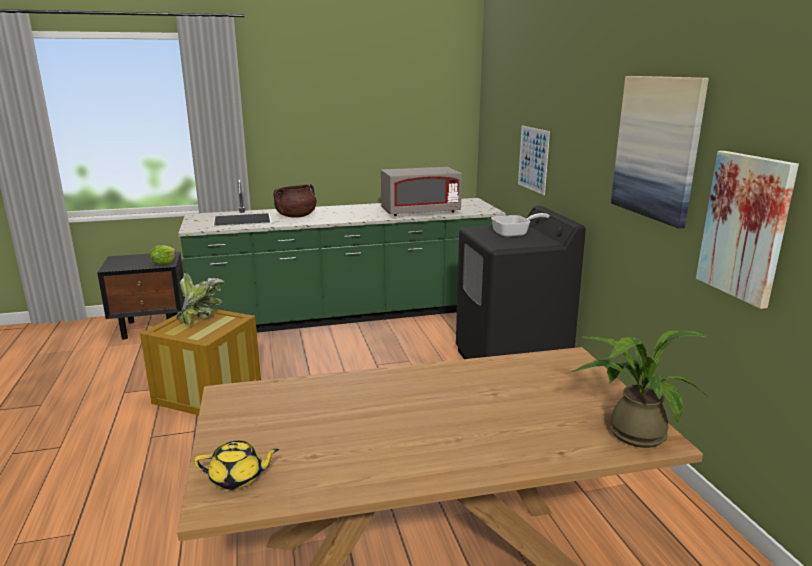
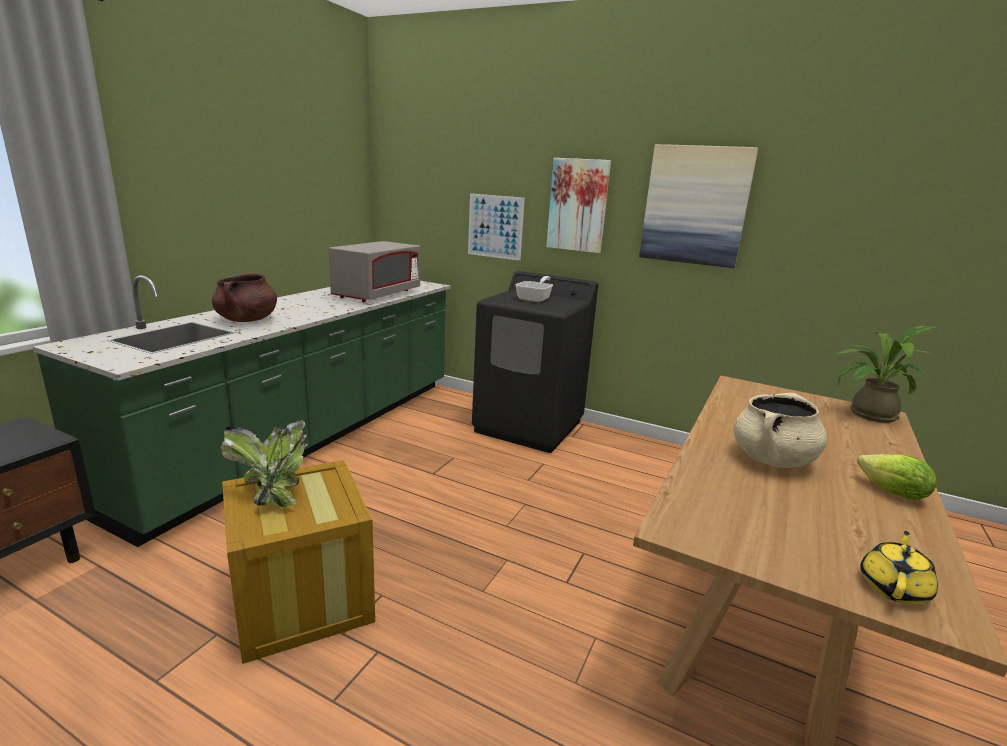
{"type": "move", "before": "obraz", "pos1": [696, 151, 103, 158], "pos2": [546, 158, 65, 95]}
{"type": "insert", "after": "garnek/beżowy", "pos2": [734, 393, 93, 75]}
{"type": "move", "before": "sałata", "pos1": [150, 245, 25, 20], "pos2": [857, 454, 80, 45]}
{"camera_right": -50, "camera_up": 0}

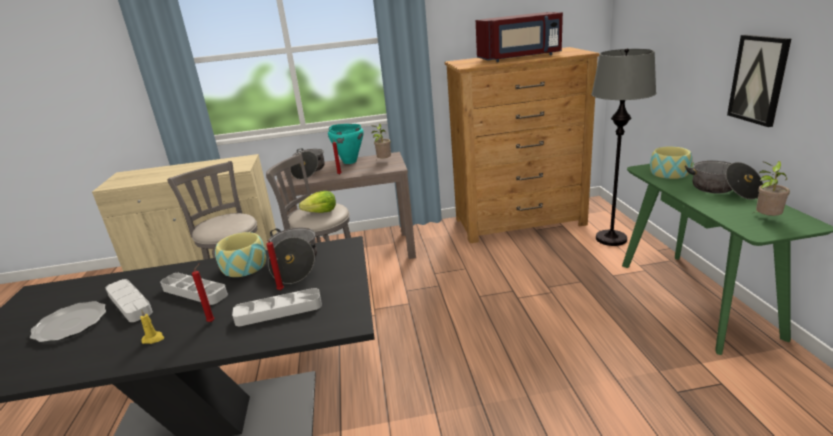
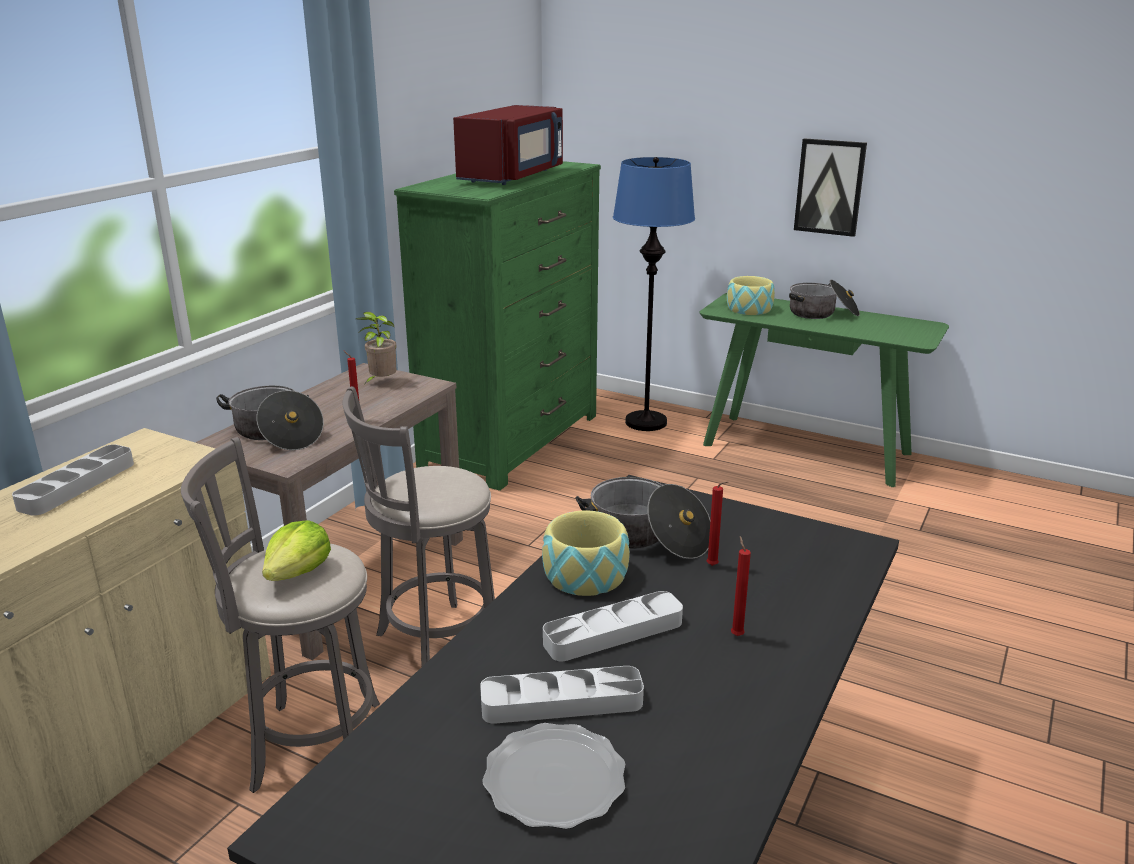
{"type": "move", "before": "taca/szary", "pos1": [232, 288, 90, 38], "pos2": [12, 444, 122, 72]}
{"type": "move", "before": "sałata", "pos1": [299, 191, 37, 22], "pos2": [262, 520, 69, 61]}
{"type": "recolor", "before": "komoda/brązowy", "after": "komoda/zielony", "pos1": [445, 47, 154, 196], "pos2": [394, 161, 207, 330]}
{"type": "recolor", "before": "lampa stojąca/szary", "after": "lampa stojąca/niebieski", "pos1": [591, 48, 65, 198], "pos2": [613, 157, 82, 274]}
{"type": "delete", "before": "świeca/żółty", "pos1": [140, 310, 24, 34]}
{"type": "delete", "before": "garnek/turkusowy", "pos1": [328, 124, 35, 40]}
{"type": "delete", "before": "roślina doniczkowa", "pos1": [754, 161, 36, 55]}
{"camera_right": -55, "camera_up": 0}

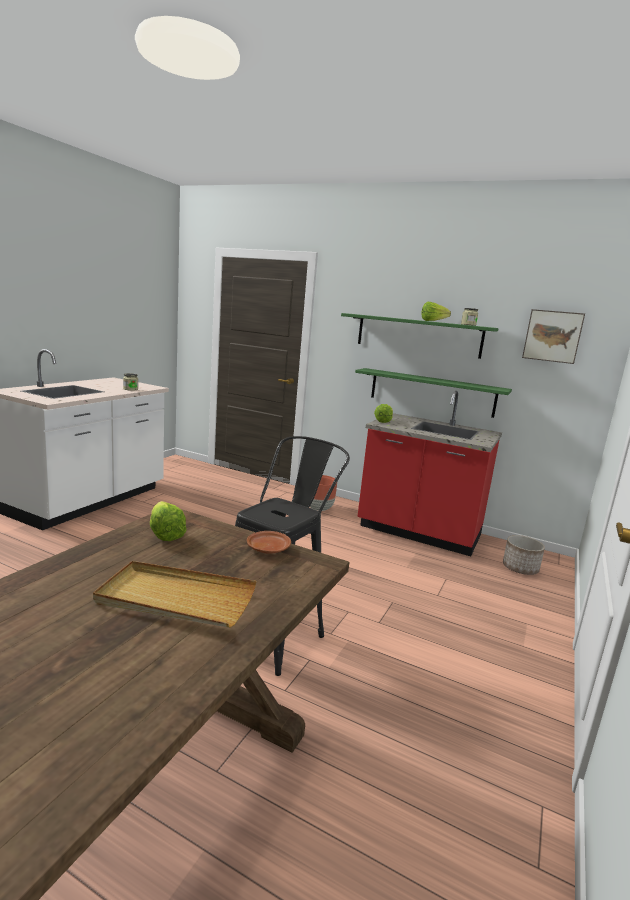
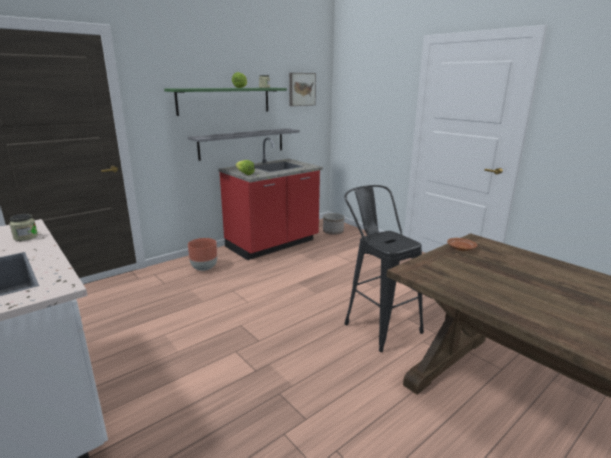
{"type": "recolor", "before": "półka/zielony", "after": "półka/szary", "pos1": [355, 368, 157, 50], "pos2": [188, 128, 112, 33]}
{"type": "delete", "before": "taca/beżowy", "pos1": [93, 561, 163, 67]}
{"type": "delete", "before": "sałata", "pos1": [150, 501, 37, 40]}
{"camera_right": -65, "camera_up": 5}

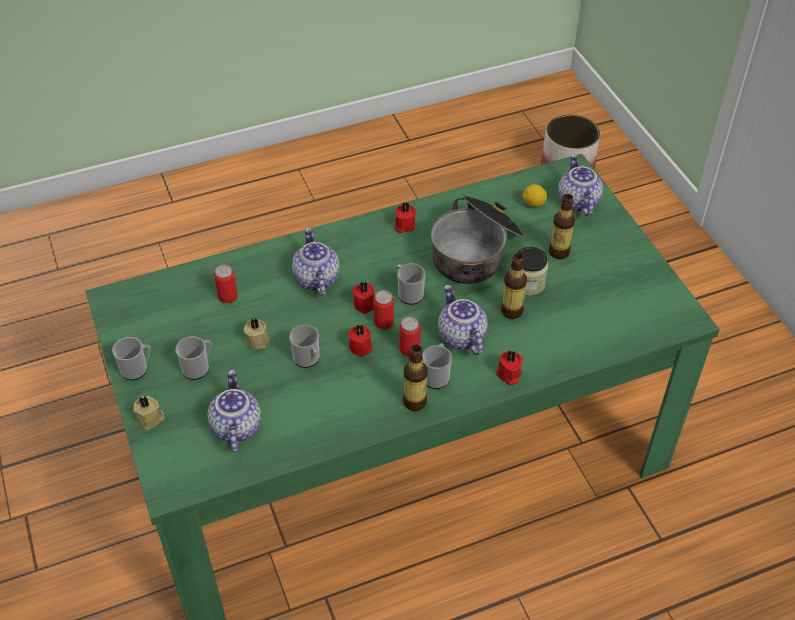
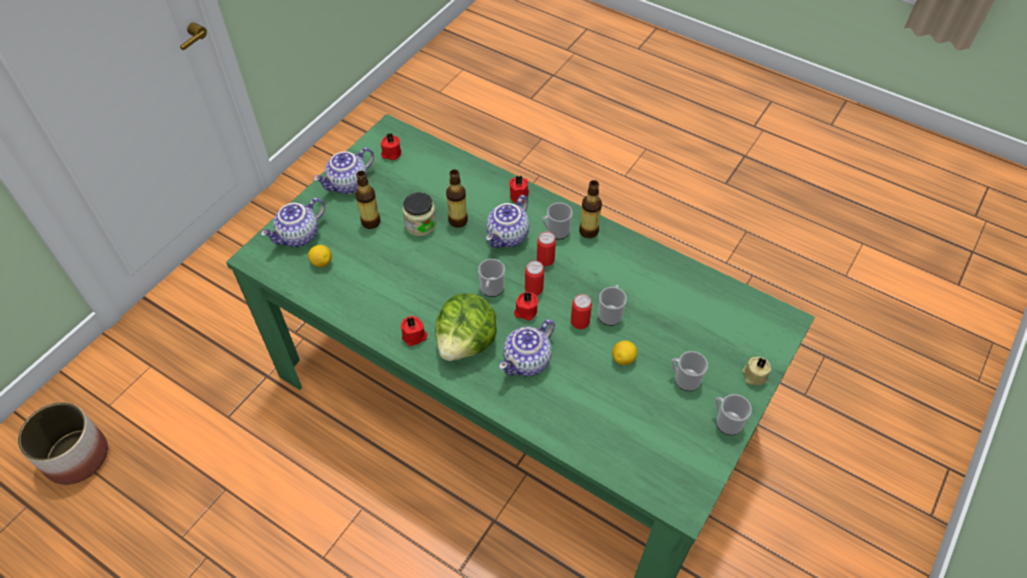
{"type": "move", "before": "imbryk", "pos1": [207, 370, 54, 83], "pos2": [314, 147, 60, 47]}
{"type": "move", "before": "świeca/czerwony", "pos1": [348, 324, 25, 33], "pos2": [381, 133, 20, 27]}
{"type": "insert", "after": "sałata", "pos2": [436, 293, 61, 68]}
{"type": "move", "before": "puszka", "pos1": [214, 265, 24, 38], "pos2": [571, 294, 21, 35]}
{"type": "replace", "before": "świeca/beżowy", "after": "cytryna", "pos1": [244, 318, 26, 31], "pos2": [612, 340, 25, 25]}
{"type": "delete", "before": "garnek", "pos1": [431, 196, 92, 88]}
{"camera_right": -125, "camera_up": 5}

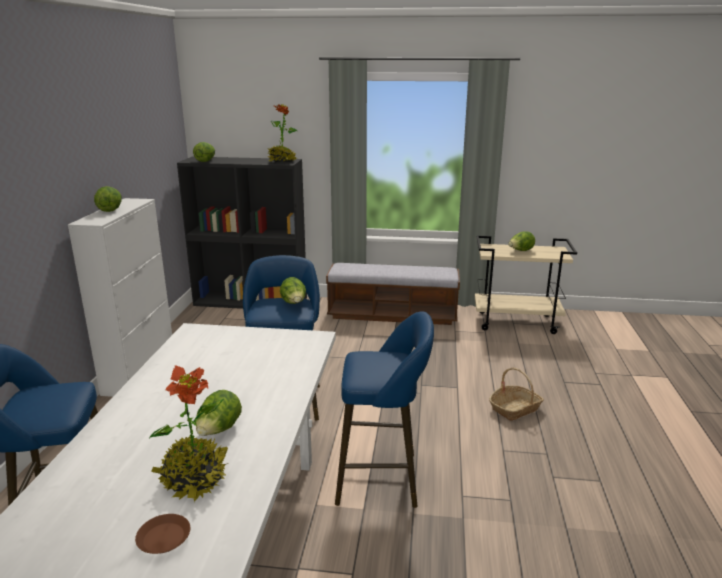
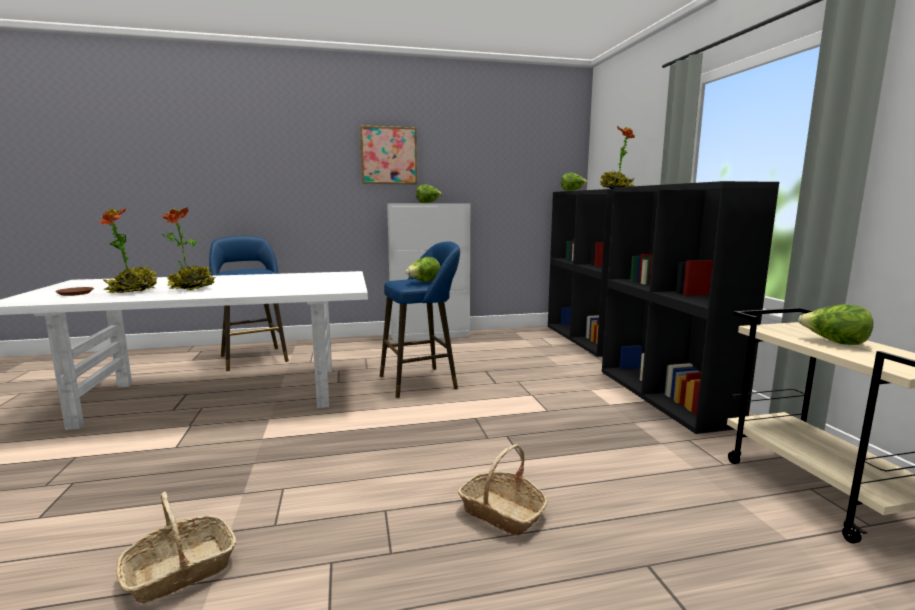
{"type": "insert", "after": "koszyk", "pos2": [116, 492, 120, 112]}
{"type": "replace", "before": "sałata", "after": "roślina doniczkowa", "pos1": [196, 390, 46, 46], "pos2": [162, 207, 54, 83]}
{"type": "insert", "after": "obraz", "pos2": [360, 125, 57, 59]}
{"type": "replace", "before": "ławka", "after": "regał/czarny", "pos1": [326, 263, 134, 62], "pos2": [602, 181, 177, 253]}
{"type": "delete", "before": "stołek/niebieski", "pos1": [335, 311, 99, 197]}
{"camera_right": 70, "camera_up": -10}

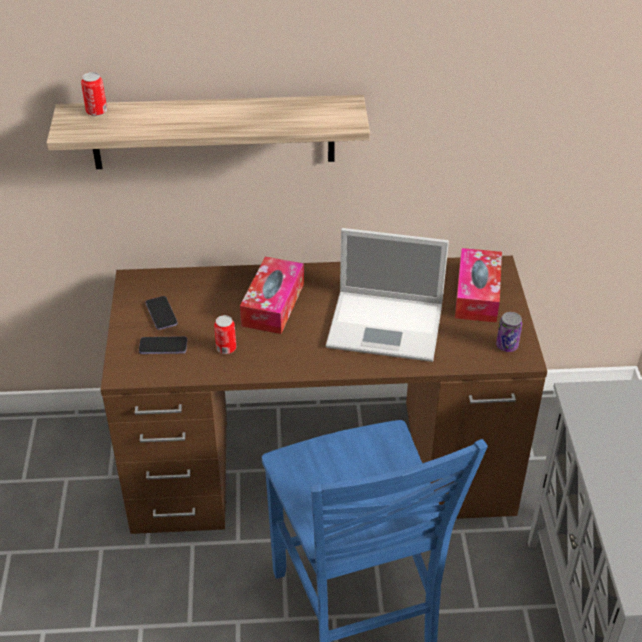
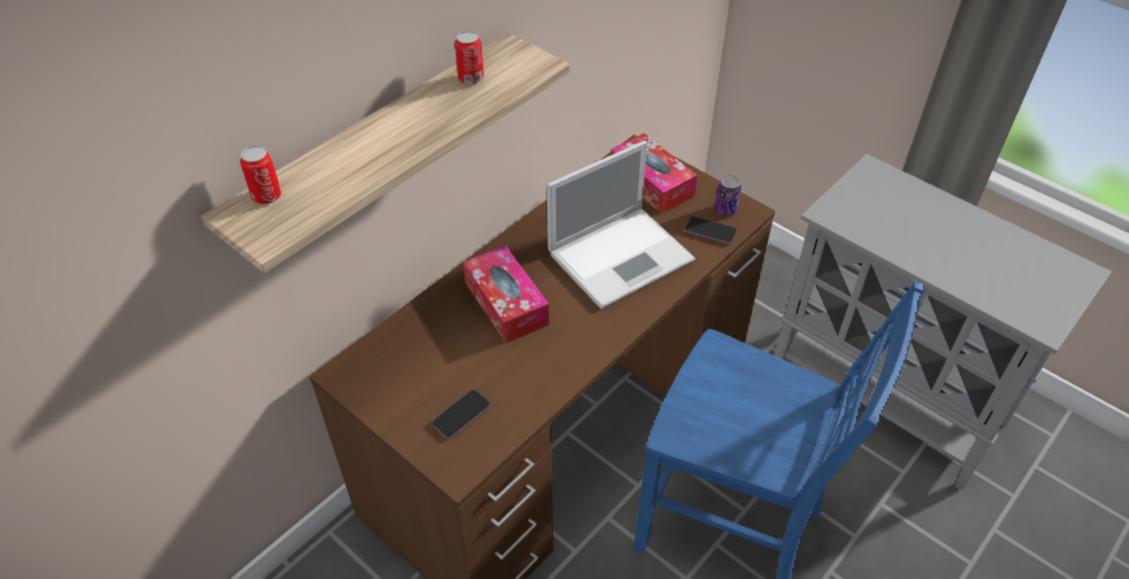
{"type": "move", "before": "puszka", "pos1": [214, 315, 22, 39], "pos2": [455, 31, 29, 54]}
{"type": "move", "before": "telefon", "pos1": [145, 296, 33, 34], "pos2": [685, 216, 52, 28]}
{"camera_right": -45, "camera_up": 5}

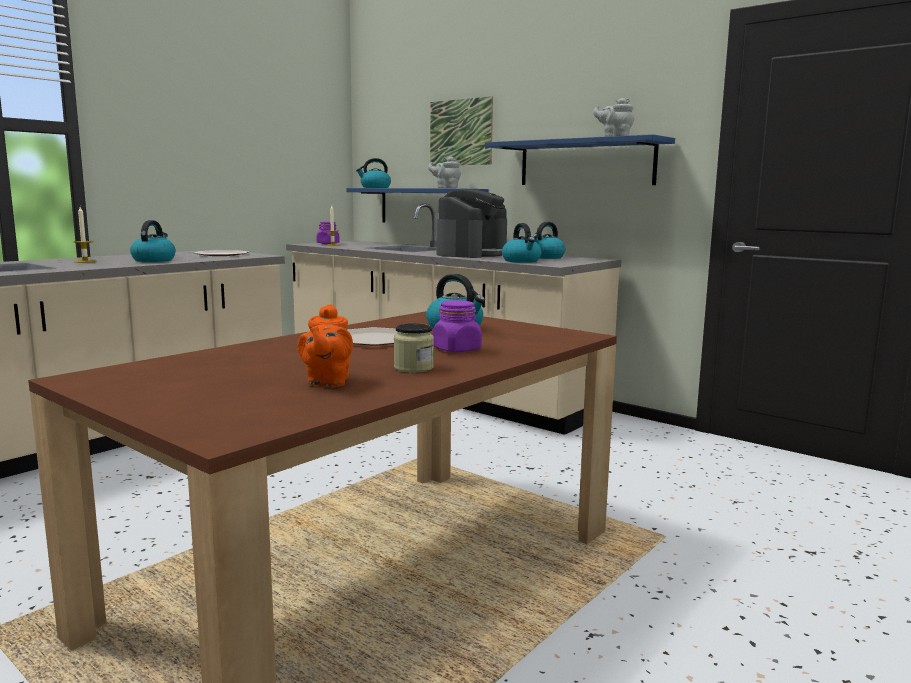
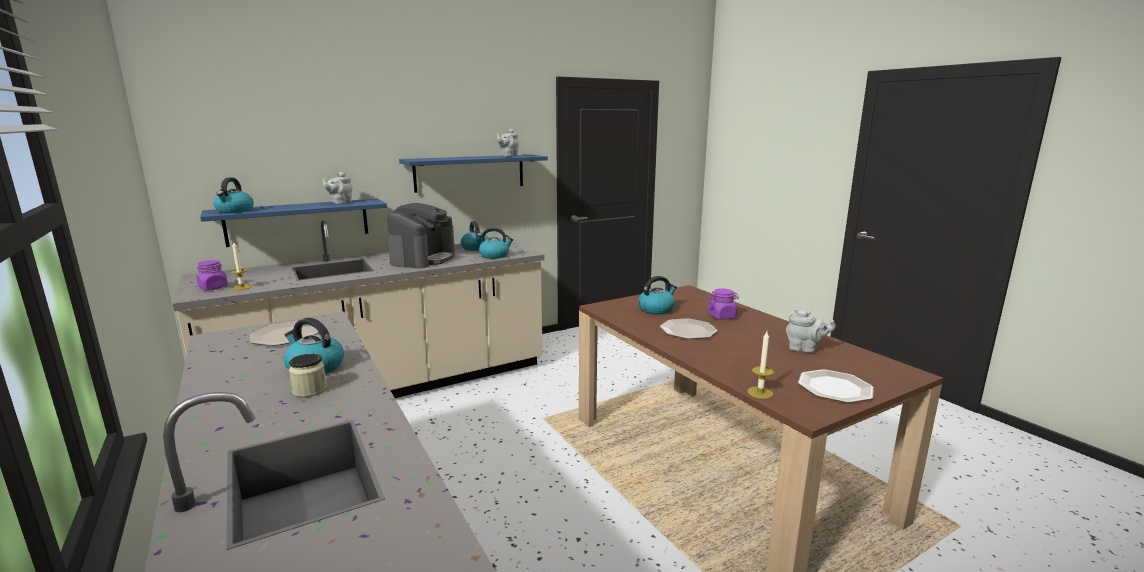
{"type": "move", "before": "słoik", "pos1": [394, 323, 40, 50], "pos2": [289, 354, 38, 43]}
{"type": "rotate", "before": "ekspres do kawy", "pos1": [437, 189, 70, 69], "pos2": [387, 203, 68, 66], "turn": 60}
{"type": "move", "before": "świeca", "pos1": [74, 207, 22, 56], "pos2": [748, 331, 26, 68]}
{"type": "recolor", "before": "imbryk/pomarańczowy", "after": "imbryk/szary", "pos1": [297, 304, 56, 83], "pos2": [786, 309, 50, 44]}
{"type": "insert", "after": "talerz", "pos2": [798, 369, 76, 34]}
{"type": "delete", "before": "obraz", "pos1": [430, 96, 63, 70]}
{"camera_right": -70, "camera_up": 5}

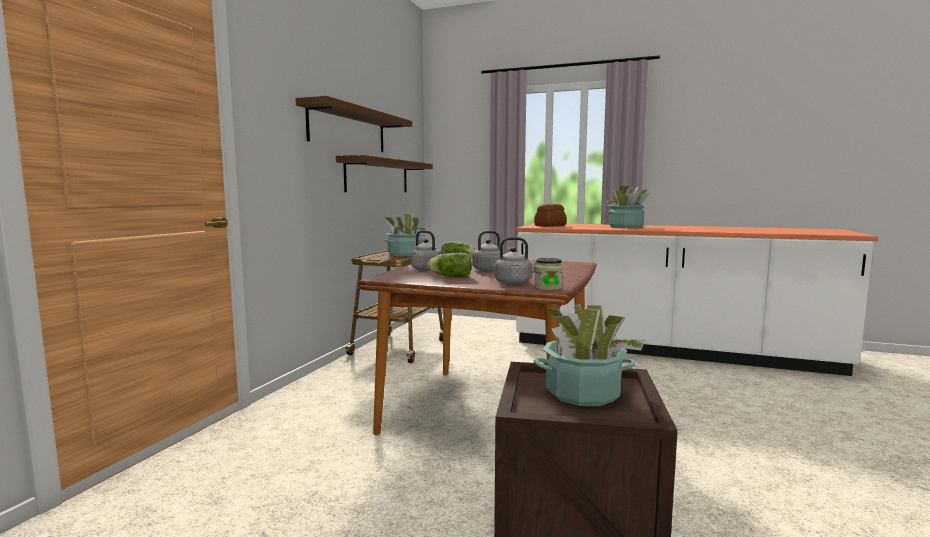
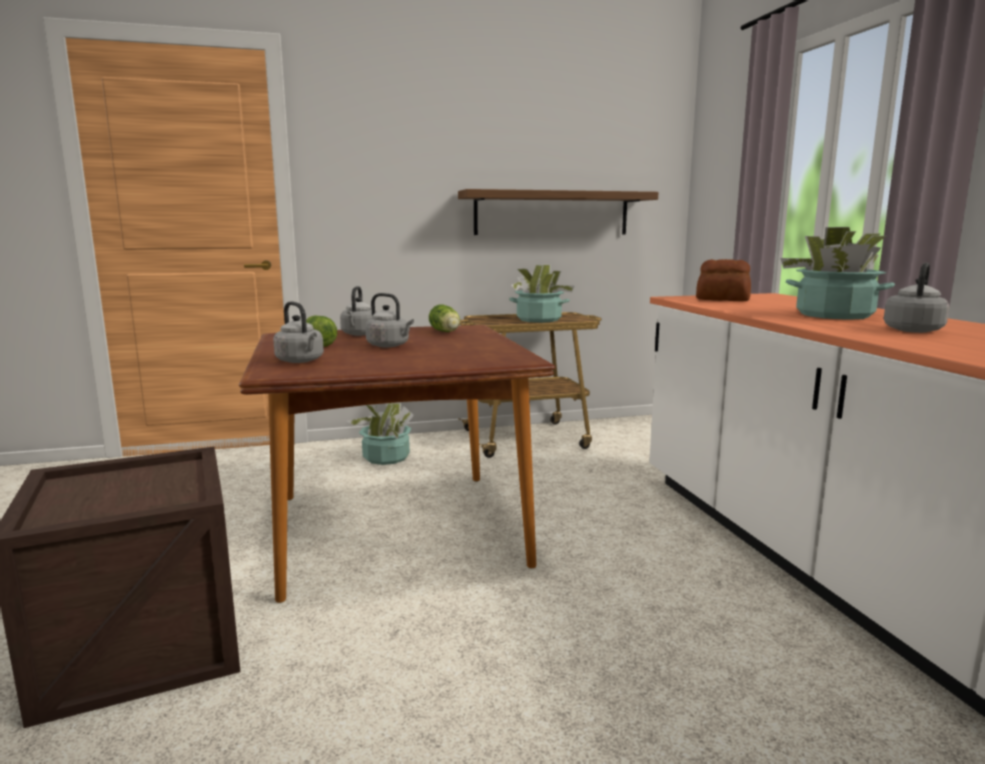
{"type": "move", "before": "roślina doniczkowa", "pos1": [534, 304, 111, 102], "pos2": [347, 403, 67, 62]}
{"type": "insert", "after": "czajnik/szary", "pos2": [883, 263, 66, 70]}
{"type": "delete", "before": "półka", "pos1": [296, 96, 116, 56]}
{"type": "delete", "before": "słoik", "pos1": [535, 258, 28, 33]}
{"camera_right": 55, "camera_up": 5}

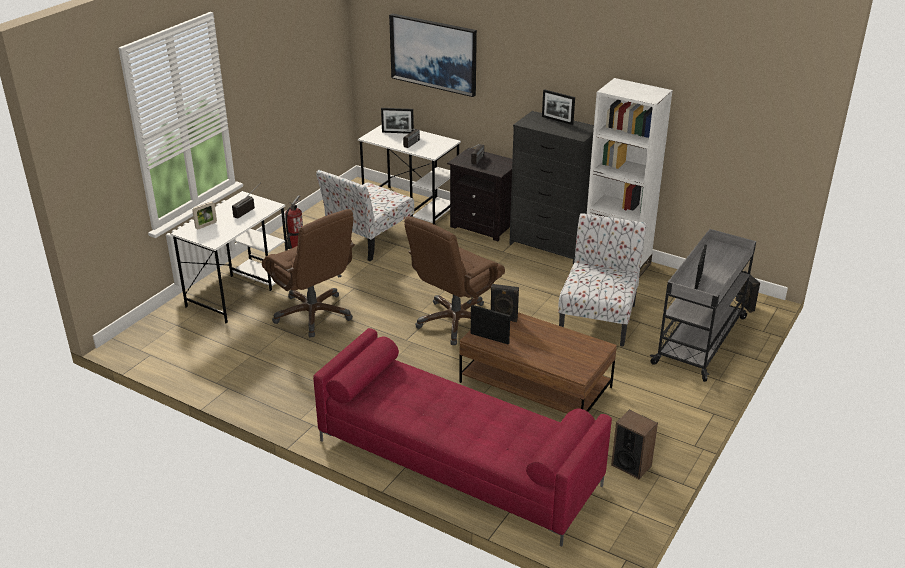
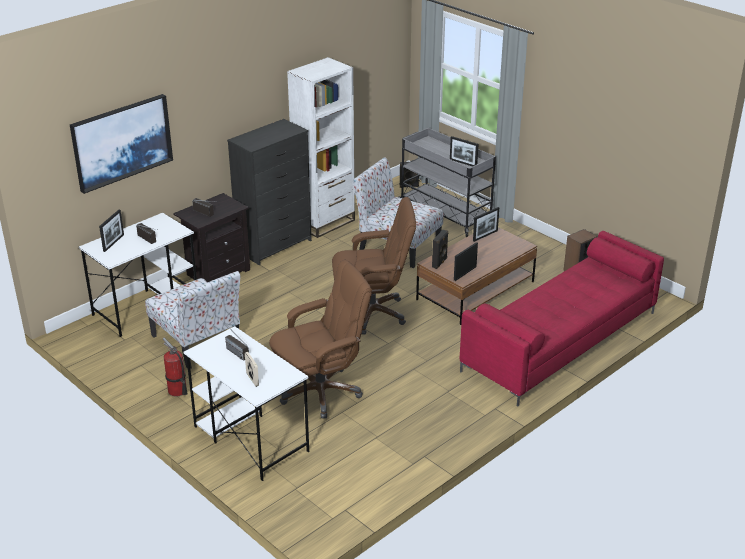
{"type": "rotate", "before": "krzesło biurowe/brązowy", "pos1": [404, 216, 101, 129], "pos2": [332, 197, 84, 138], "turn": -60}
{"type": "move", "before": "ramka na zdjęcie", "pos1": [542, 89, 33, 36], "pos2": [473, 207, 26, 35]}
{"camera_right": -75, "camera_up": 0}

